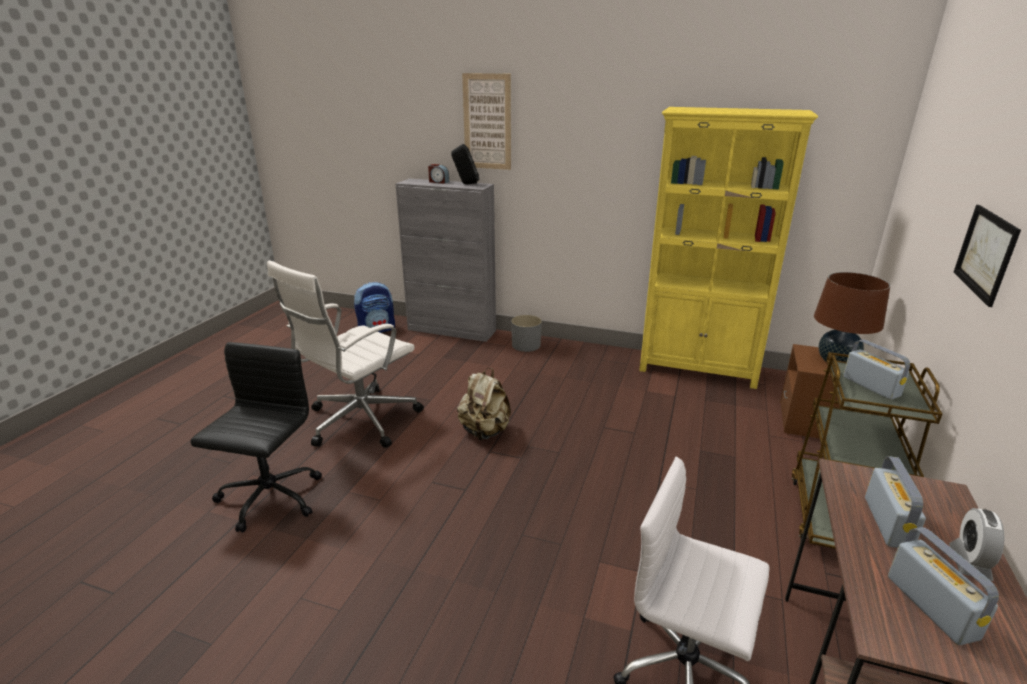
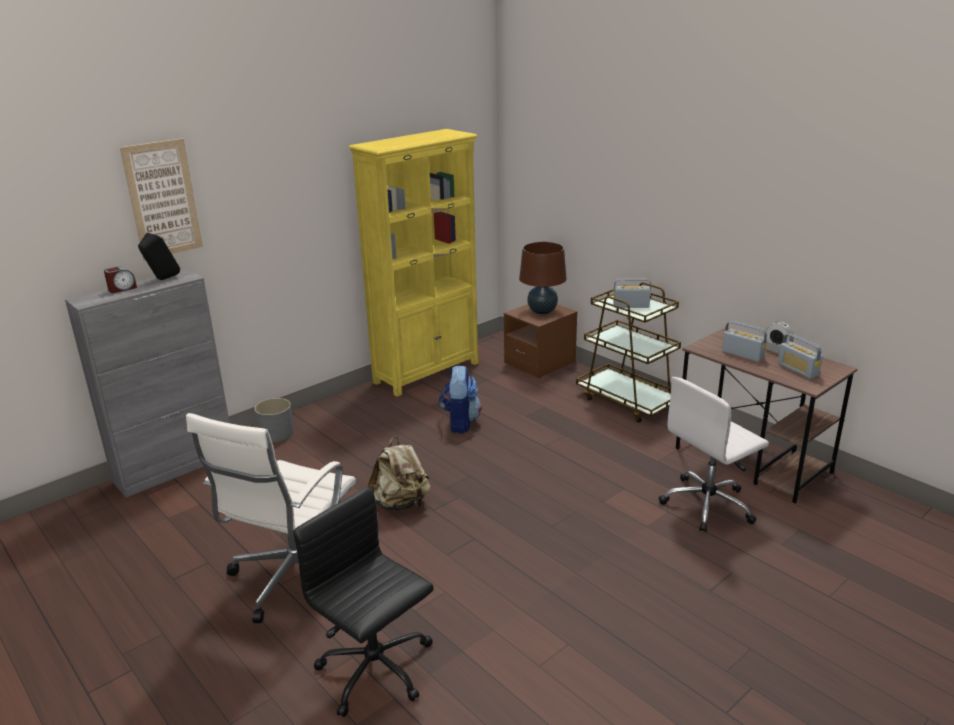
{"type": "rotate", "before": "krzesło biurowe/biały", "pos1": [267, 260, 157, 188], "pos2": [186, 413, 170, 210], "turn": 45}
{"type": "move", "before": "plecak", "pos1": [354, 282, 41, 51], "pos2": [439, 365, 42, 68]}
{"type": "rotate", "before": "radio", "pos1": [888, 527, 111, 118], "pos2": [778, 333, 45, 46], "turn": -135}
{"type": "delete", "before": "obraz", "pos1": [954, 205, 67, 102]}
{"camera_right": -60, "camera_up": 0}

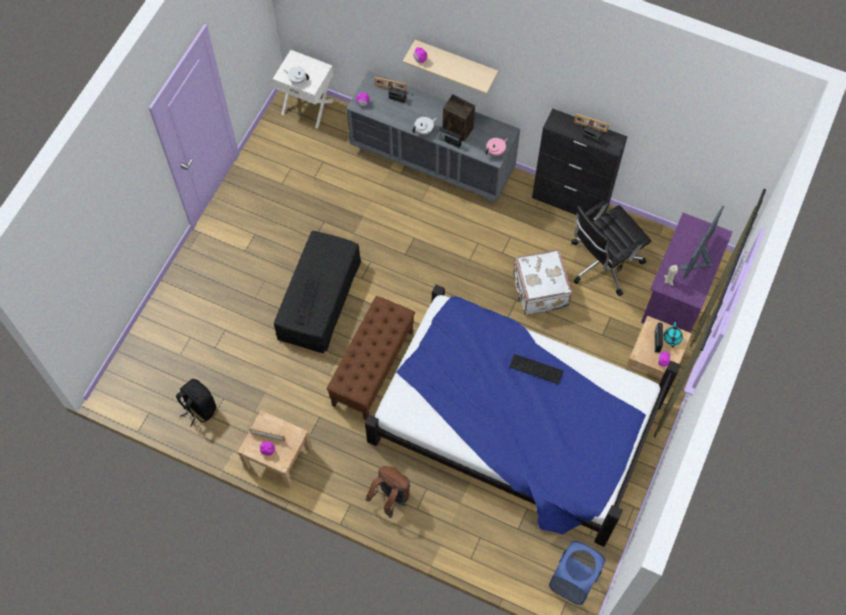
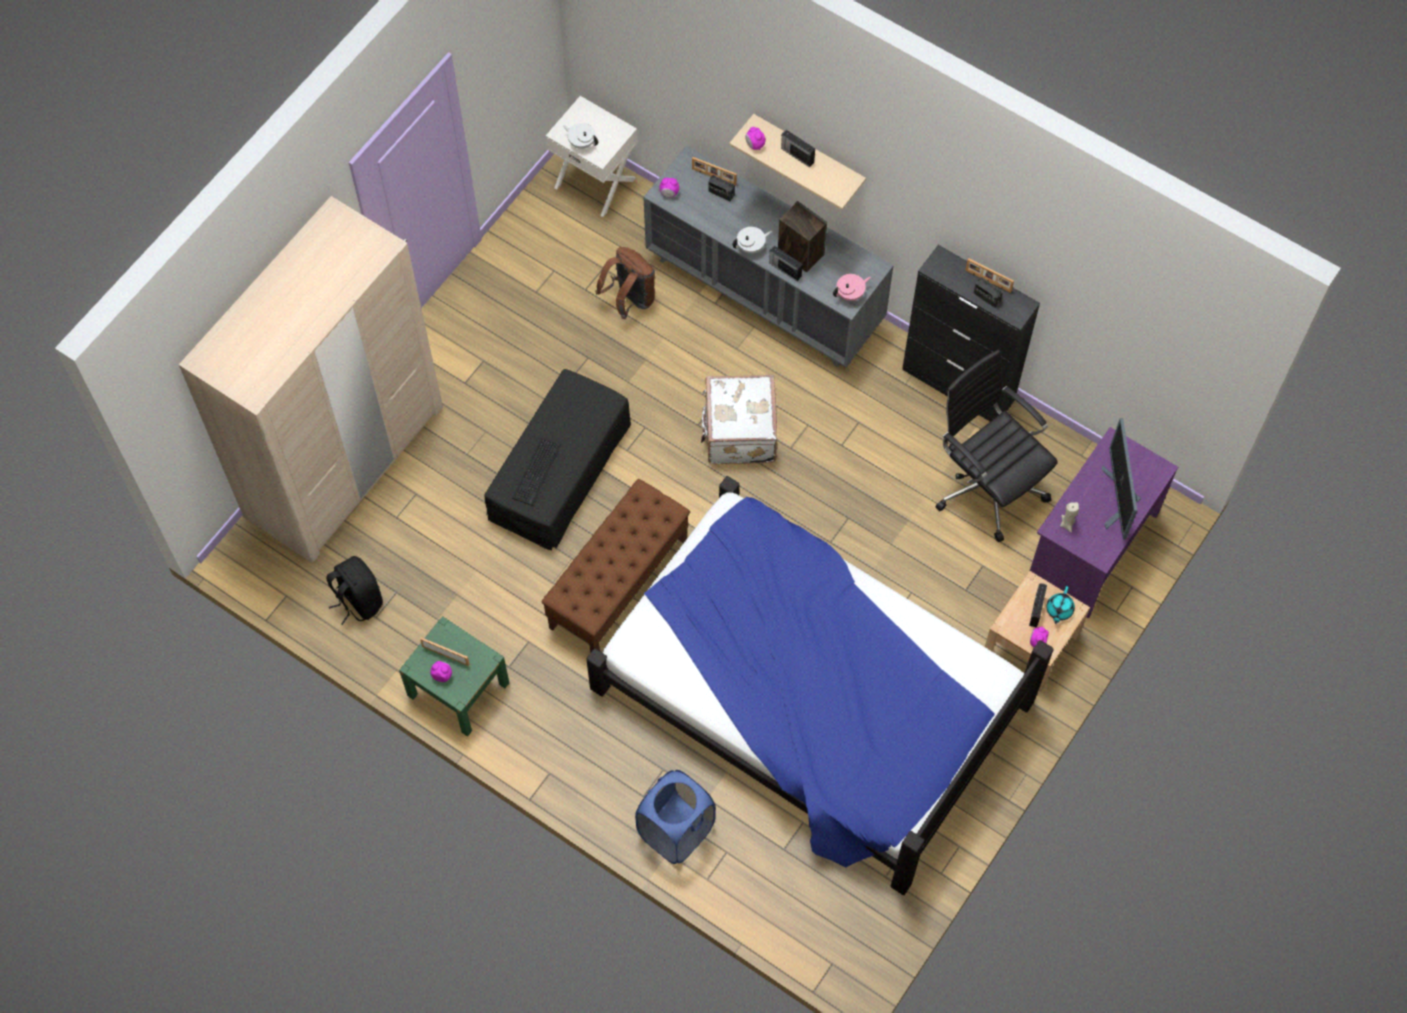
{"type": "insert", "after": "szafa/beżowy", "pos2": [179, 196, 264, 367]}
{"type": "recolor", "before": "szafka nocna/beżowy", "after": "szafka nocna/zielony", "pos1": [238, 410, 74, 79], "pos2": [399, 616, 110, 121]}
{"type": "move", "before": "plecak/brązowy", "pos1": [366, 466, 44, 52], "pos2": [595, 247, 60, 72]}
{"type": "move", "before": "kosz na pranie/niebieski", "pos1": [549, 541, 57, 64], "pos2": [635, 770, 81, 94]}
{"type": "move", "before": "walizka/biały", "pos1": [513, 249, 59, 66], "pos2": [701, 375, 76, 89]}
{"type": "insert", "after": "radio", "pos2": [781, 130, 34, 38]}
{"type": "rotate", "before": "krzesło biurowe/czarny", "pos1": [571, 200, 80, 96], "pos2": [936, 349, 122, 193], "turn": 75}
{"type": "rotate", "before": "monitor", "pos1": [679, 206, 45, 74], "pos2": [1102, 418, 39, 122], "turn": -45}
{"type": "delete", "before": "klawiatura", "pos1": [509, 354, 54, 30]}
{"camera_right": 10, "camera_up": 0}

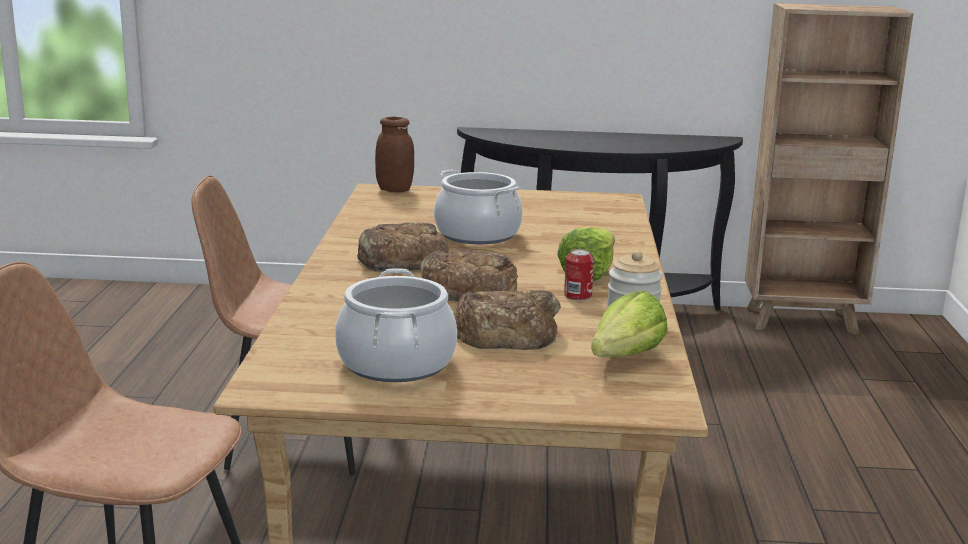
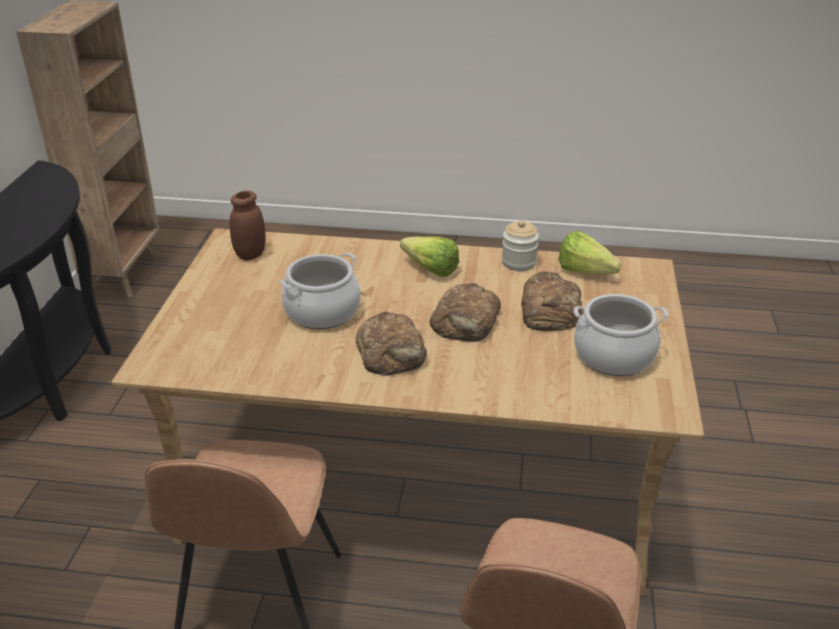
{"type": "move", "before": "słoik/brązowy", "pos1": [375, 117, 39, 76], "pos2": [230, 191, 35, 70]}
{"type": "delete", "before": "puszka", "pos1": [564, 249, 30, 52]}
{"camera_right": -85, "camera_up": 15}

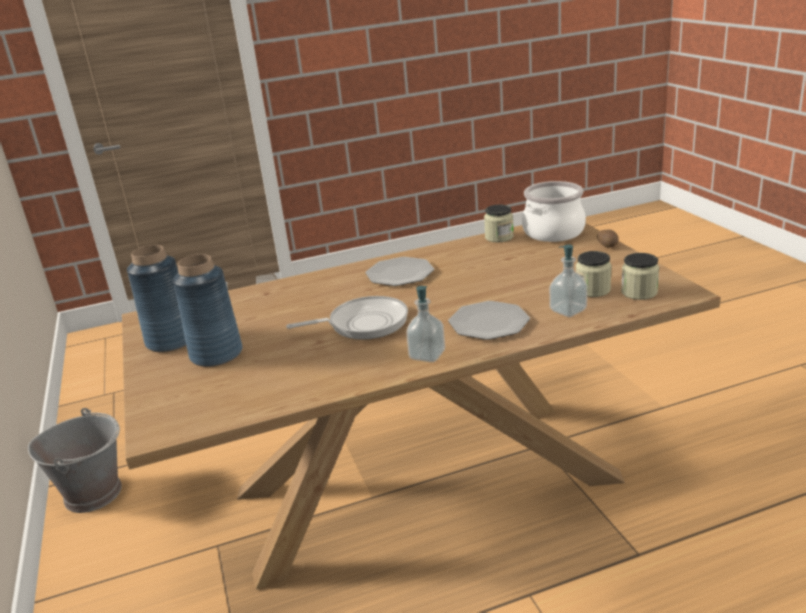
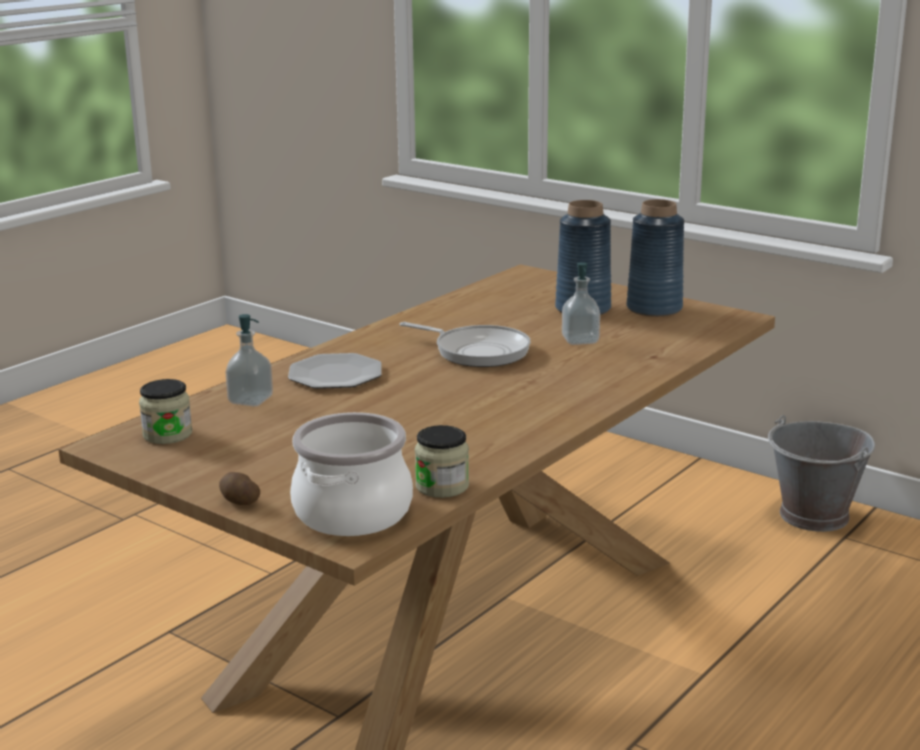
{"type": "rotate", "before": "patelnia", "pos1": [286, 296, 122, 44], "pos2": [399, 322, 132, 45], "turn": -105}
{"type": "move", "before": "dozownik mydła", "pos1": [406, 286, 39, 76], "pos2": [562, 262, 38, 83]}
{"type": "delete", "before": "talerz", "pos1": [366, 257, 68, 29]}
{"type": "delete", "before": "słoik", "pos1": [576, 251, 36, 46]}
{"camera_right": 145, "camera_up": -5}

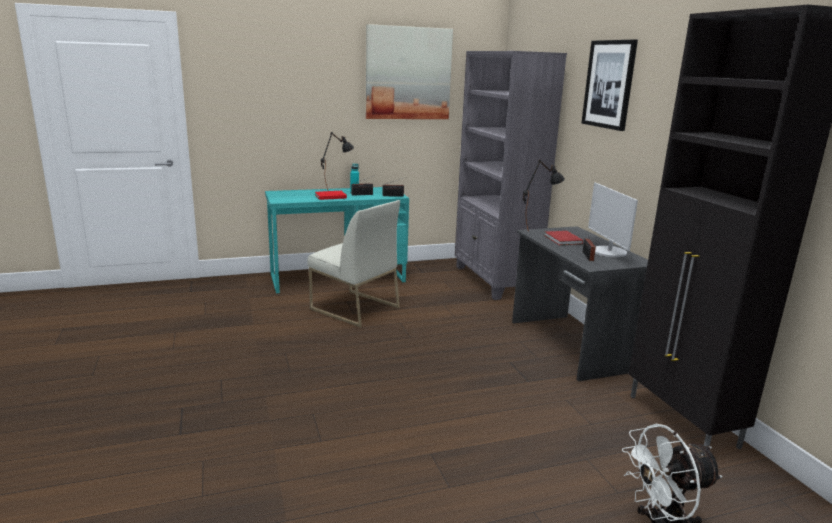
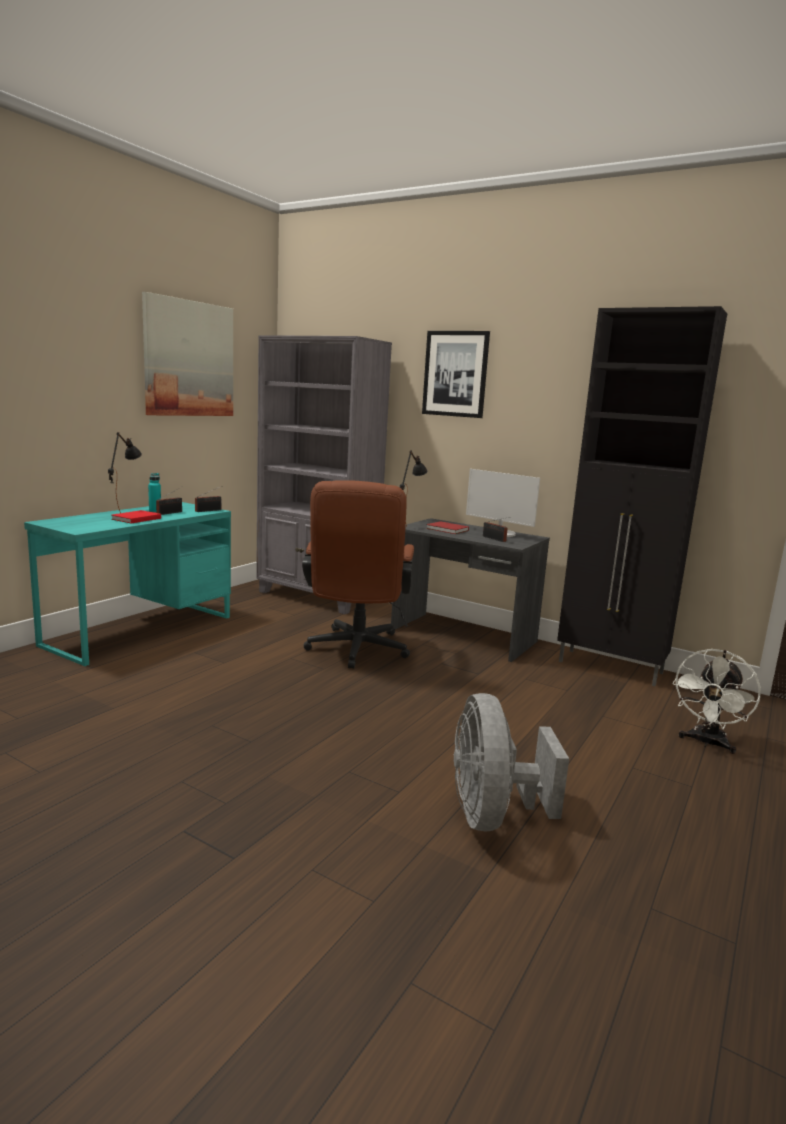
{"type": "insert", "after": "krzesło biurowe/brązowy", "pos2": [302, 480, 112, 189]}
{"type": "insert", "after": "wentylator/szary", "pos2": [454, 693, 115, 139]}
{"type": "delete", "before": "krzesło/biały", "pos1": [308, 200, 92, 127]}
{"camera_right": -40, "camera_up": -5}

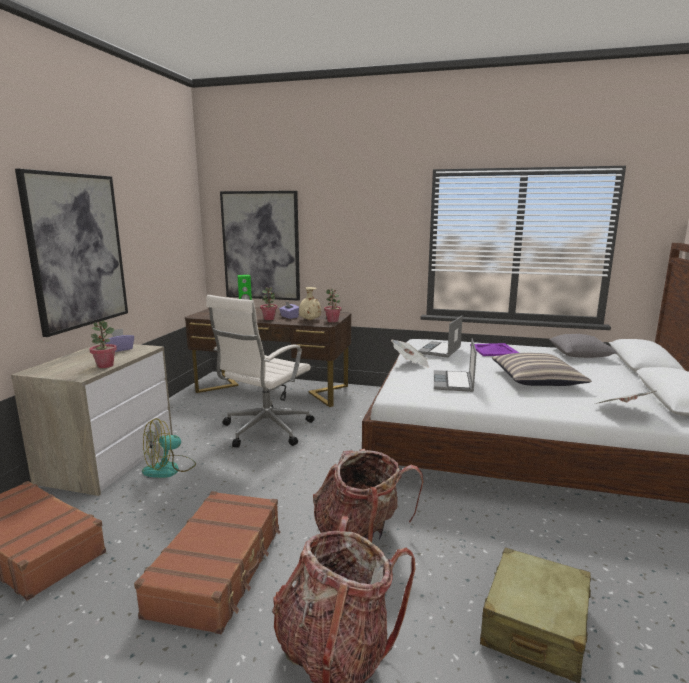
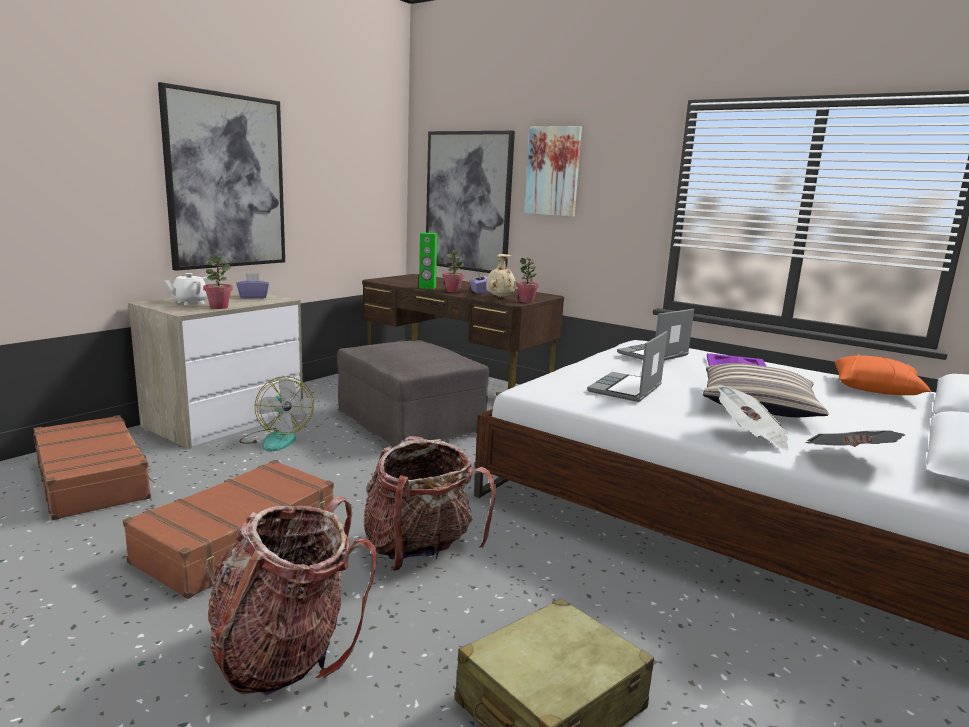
{"type": "insert", "after": "imbryk/biały", "pos2": [164, 273, 49, 32]}
{"type": "rotate", "before": "wentylator", "pos1": [142, 418, 54, 60], "pos2": [239, 376, 75, 75], "turn": -105}
{"type": "replace", "before": "krzesło biurowe/biały", "after": "pufa/szary", "pos1": [206, 295, 108, 153], "pos2": [337, 340, 152, 107]}
{"type": "insert", "after": "obraz", "pos2": [525, 126, 57, 91]}
{"type": "move", "before": "gazeta", "pos1": [391, 340, 39, 28], "pos2": [717, 385, 72, 66]}
{"type": "recolor", "before": "poduszka/szary", "after": "poduszka/pomarańczowy", "pos1": [549, 334, 68, 24], "pos2": [835, 355, 96, 40]}
{"camera_right": 20, "camera_up": 0}

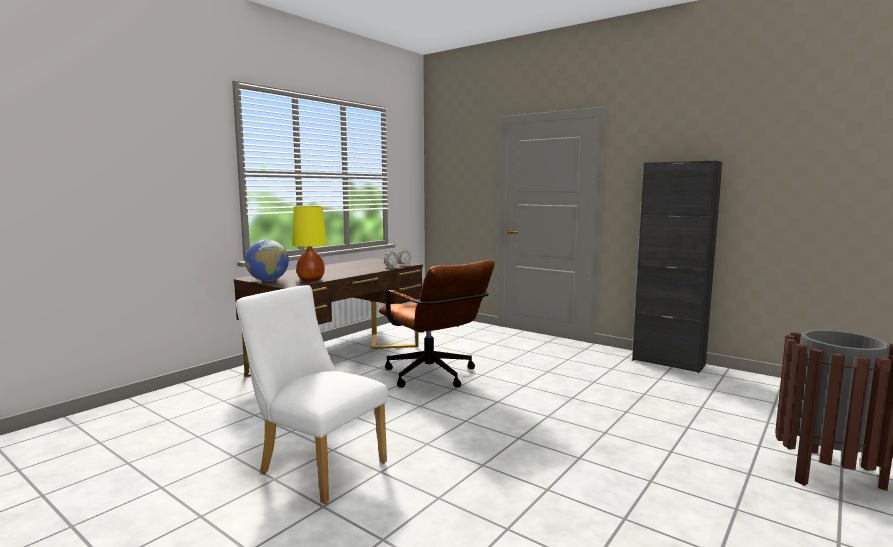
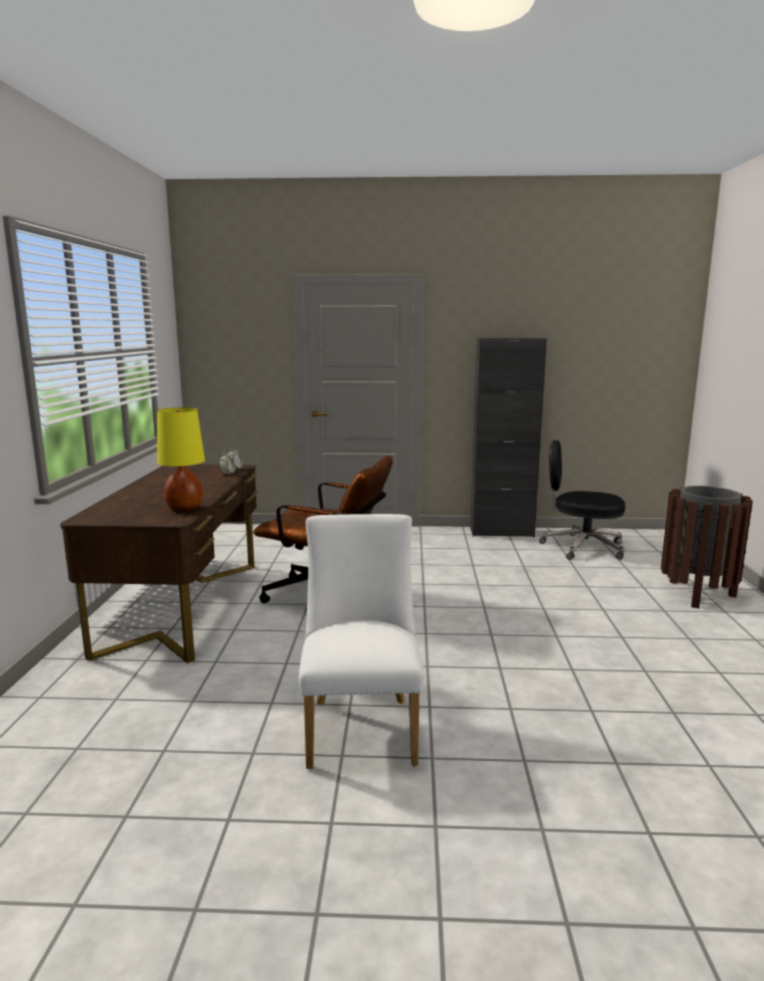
{"type": "rotate", "before": "krzesło/biały", "pos1": [236, 285, 152, 219], "pos2": [299, 514, 125, 255], "turn": 90}
{"type": "insert", "after": "krzesło biurowe/czarny", "pos2": [539, 440, 86, 120]}
{"type": "delete", "before": "globus", "pos1": [245, 240, 44, 41]}
{"camera_right": -35, "camera_up": 5}

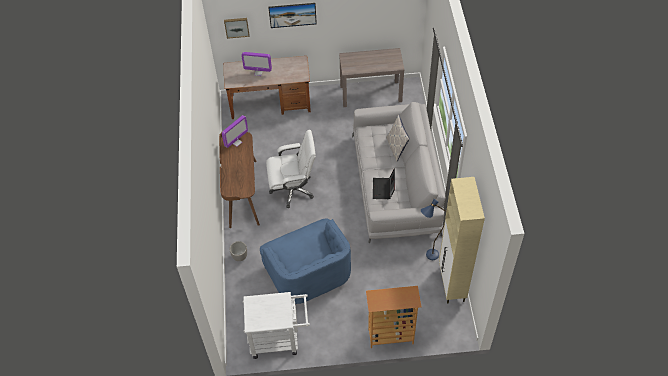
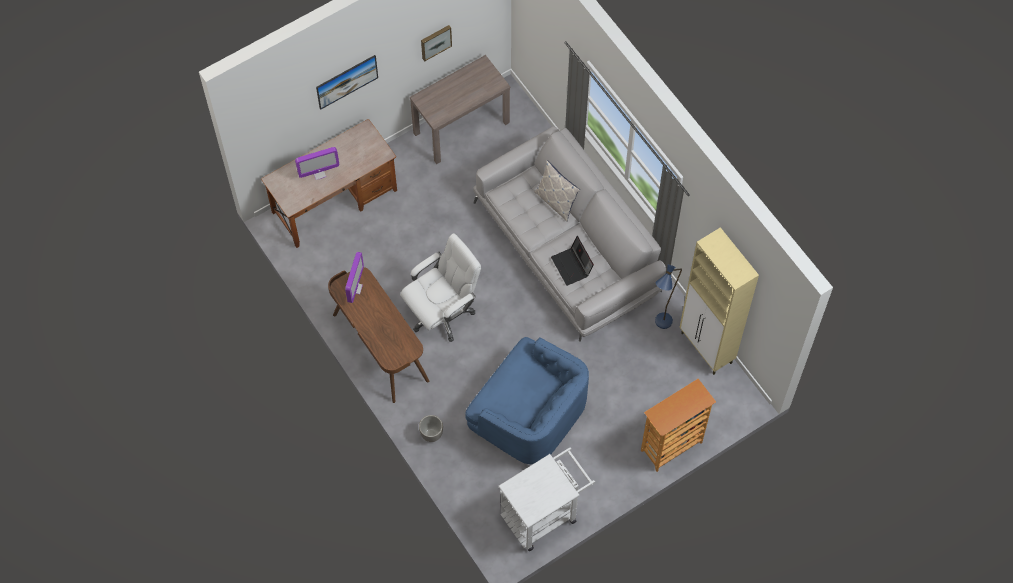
{"type": "move", "before": "obraz", "pos1": [224, 18, 26, 21], "pos2": [421, 25, 31, 36]}
{"camera_right": -30, "camera_up": 10}

